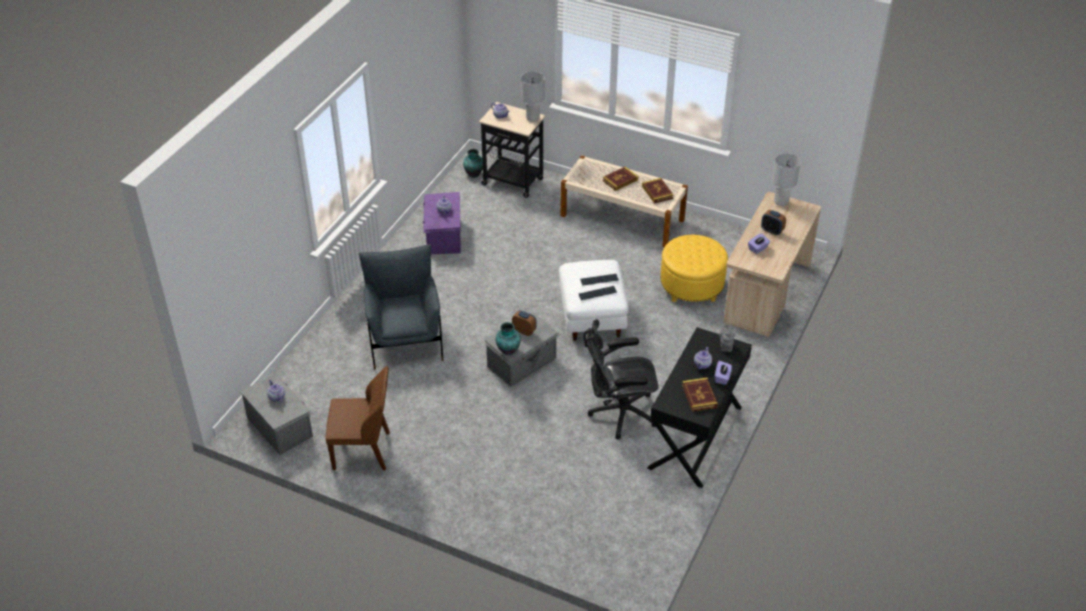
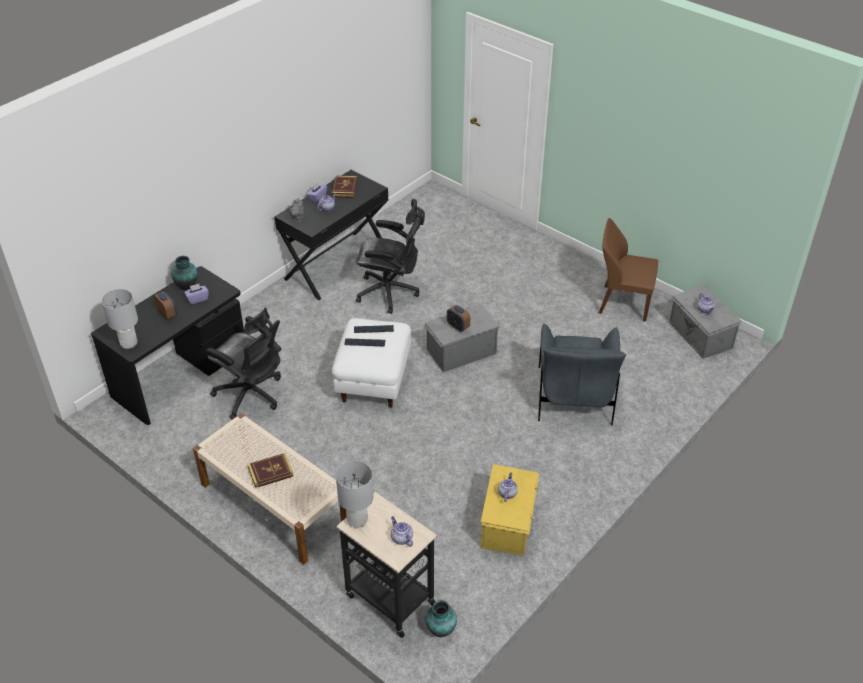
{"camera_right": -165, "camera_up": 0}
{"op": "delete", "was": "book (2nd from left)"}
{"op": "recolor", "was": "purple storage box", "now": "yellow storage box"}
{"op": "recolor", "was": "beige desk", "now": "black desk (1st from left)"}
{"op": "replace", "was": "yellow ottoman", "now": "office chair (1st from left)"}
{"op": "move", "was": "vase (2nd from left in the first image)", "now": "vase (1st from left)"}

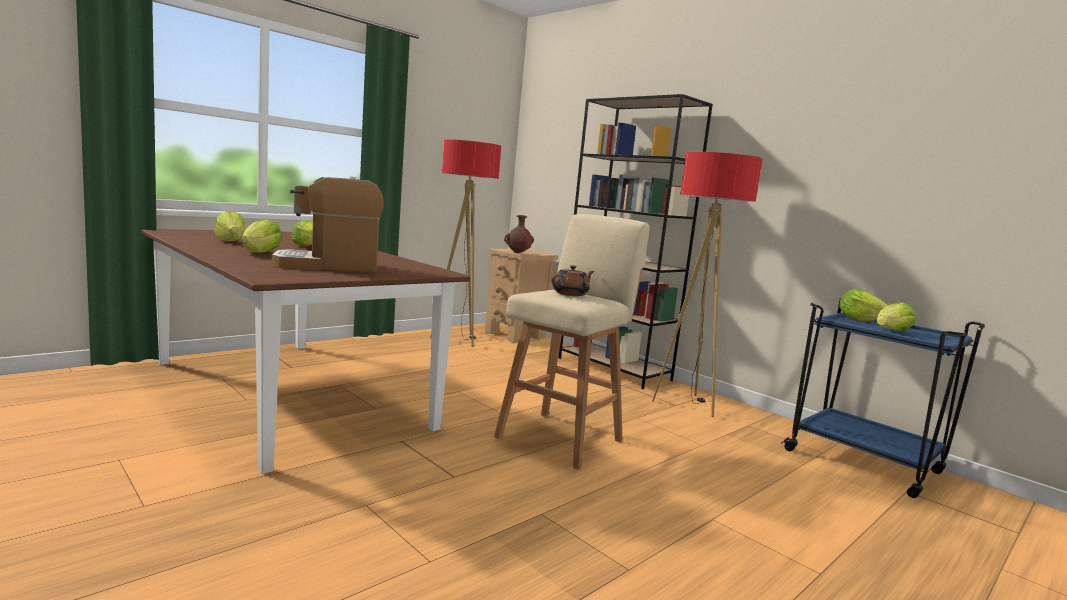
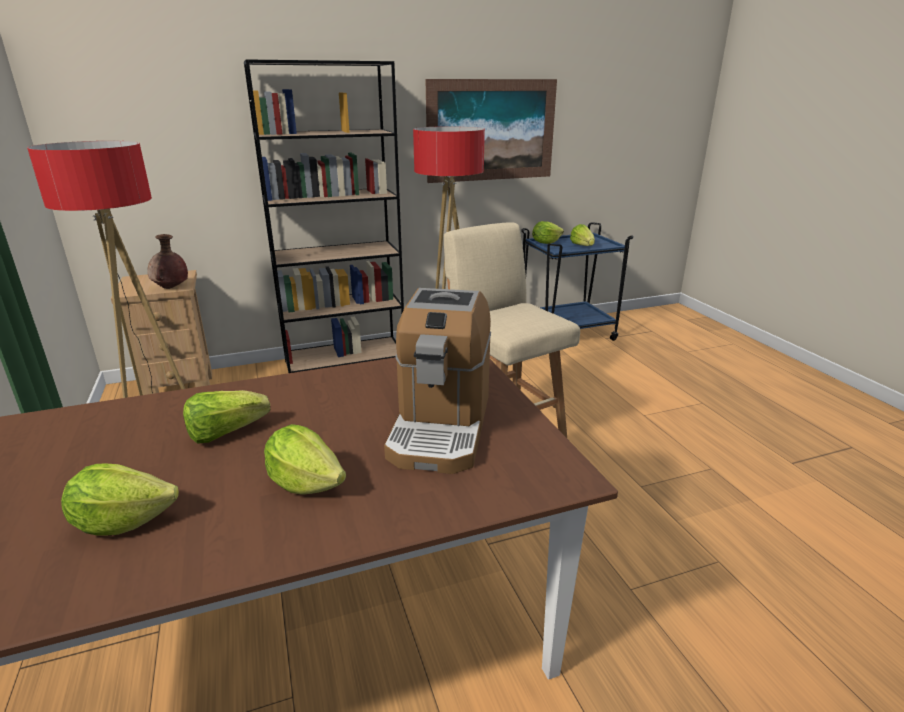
{"camera_right": -65, "camera_up": 15}
{"op": "delete", "was": "brown teapot"}
{"op": "insert", "now": "picture"}

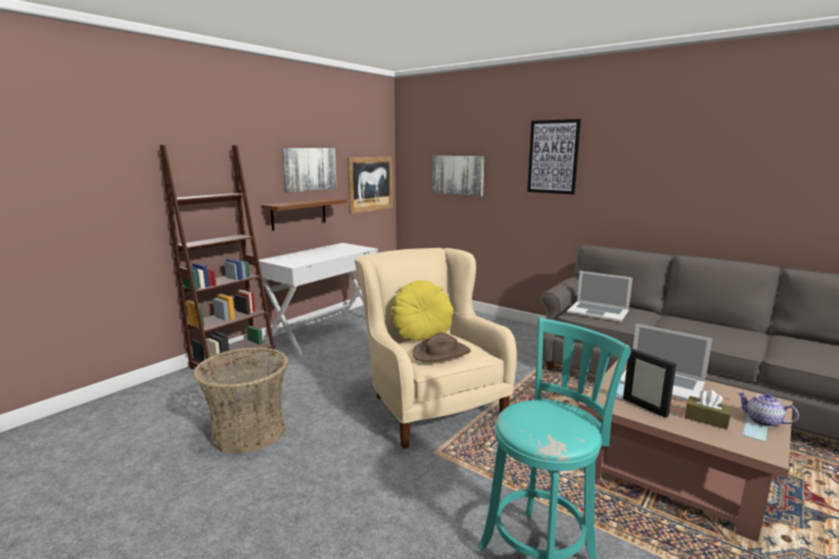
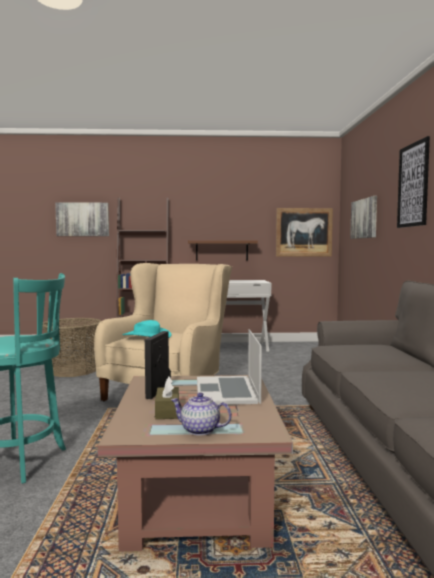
{"camera_right": 50, "camera_up": -10}
{"op": "move", "was": "picture (1st from left)"}
{"op": "delete", "was": "laptop (1st from left)"}
{"op": "delete", "was": "yellow pillow"}
{"op": "recolor", "was": "brown hat", "now": "turquoise hat"}
{"op": "rotate", "was": "teapot", "clockwise": -75}

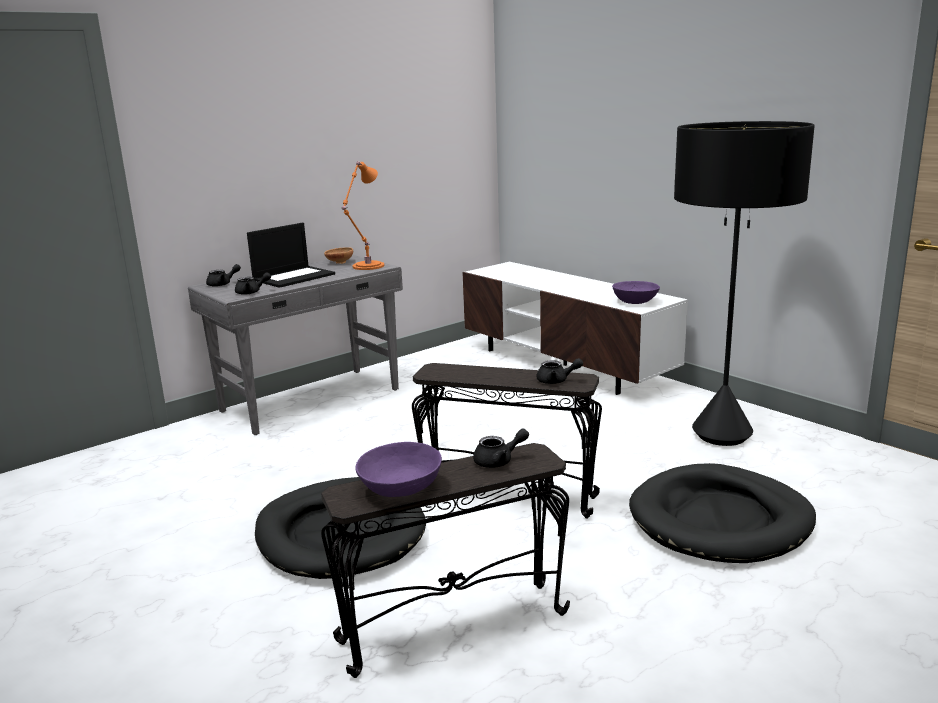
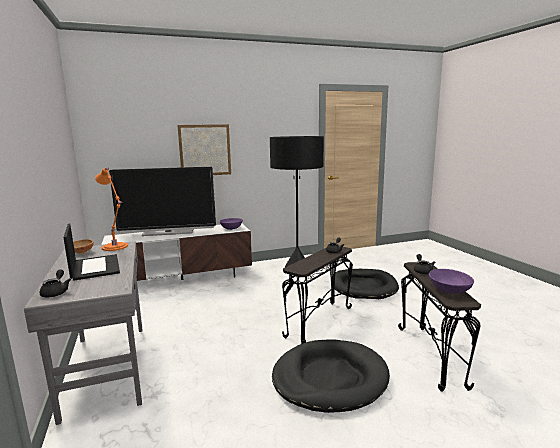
{"camera_right": -70, "camera_up": -5}
{"op": "delete", "was": "black teapot (2nd from left)"}
{"op": "insert", "now": "picture"}
{"op": "insert", "now": "television"}

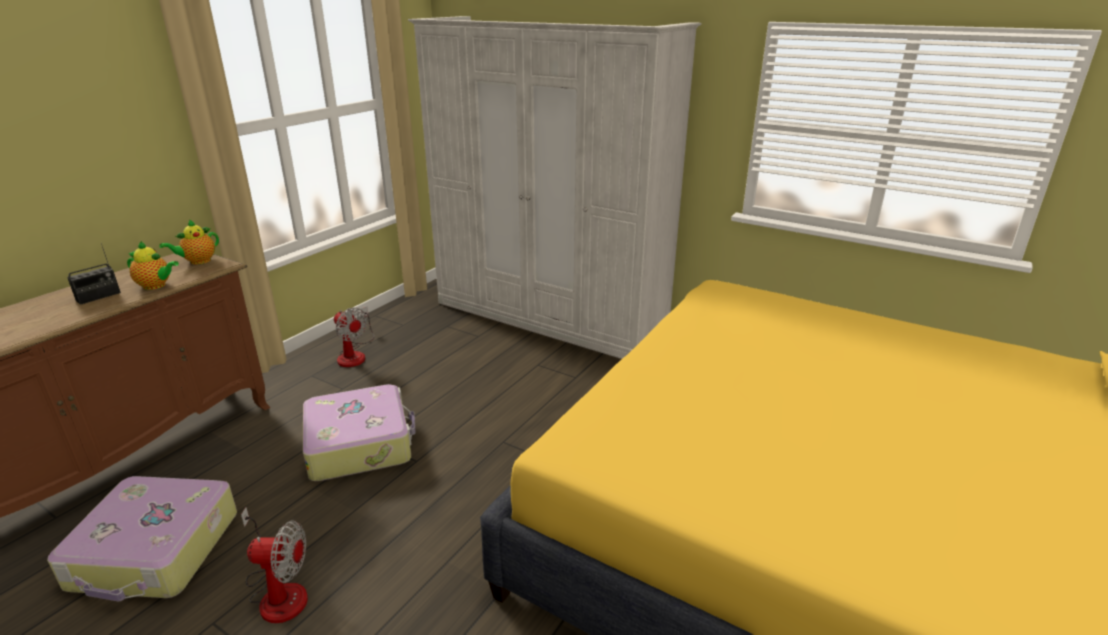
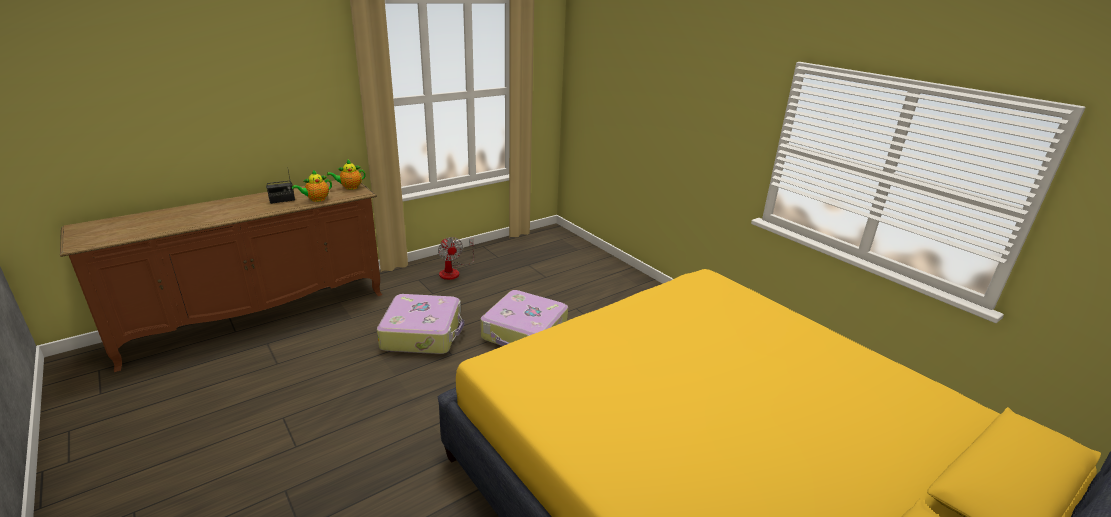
{"camera_right": 20, "camera_up": 0}
{"op": "delete", "was": "white wardrobe"}
{"op": "rotate", "was": "teapot (1st from left)", "clockwise": 105}
{"op": "move", "was": "suitcase (1st from left in the first image)", "now": "suitcase (2nd from left)"}
{"op": "delete", "was": "fan (1st from left)"}

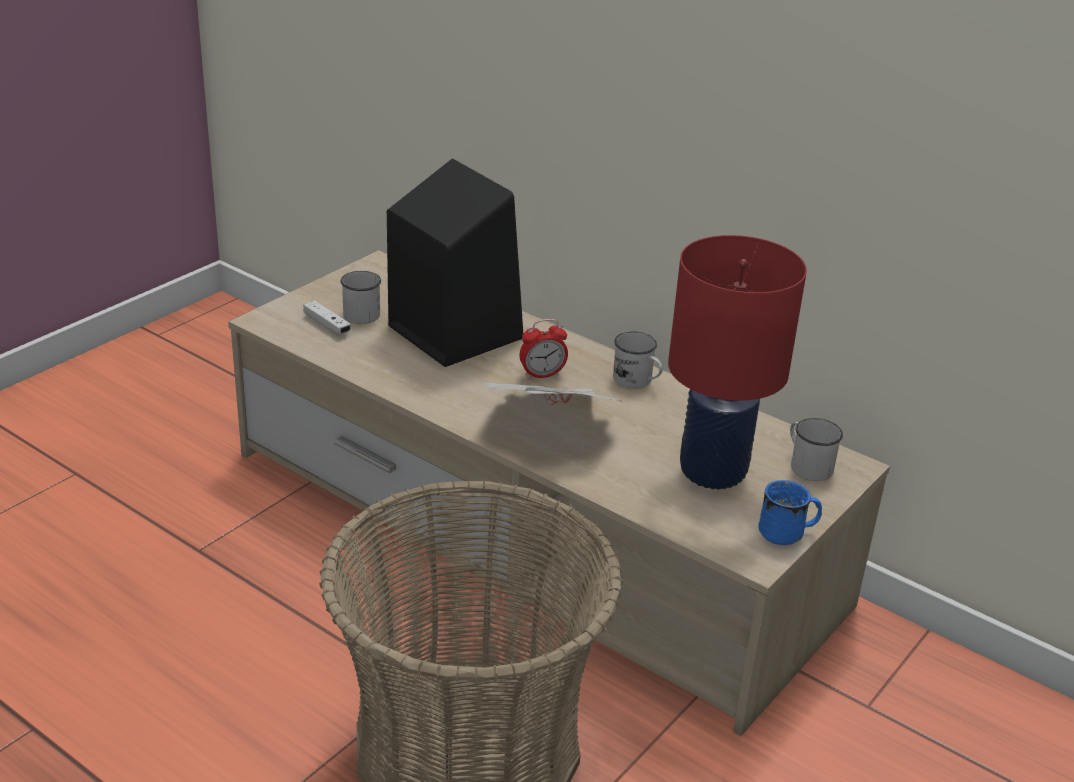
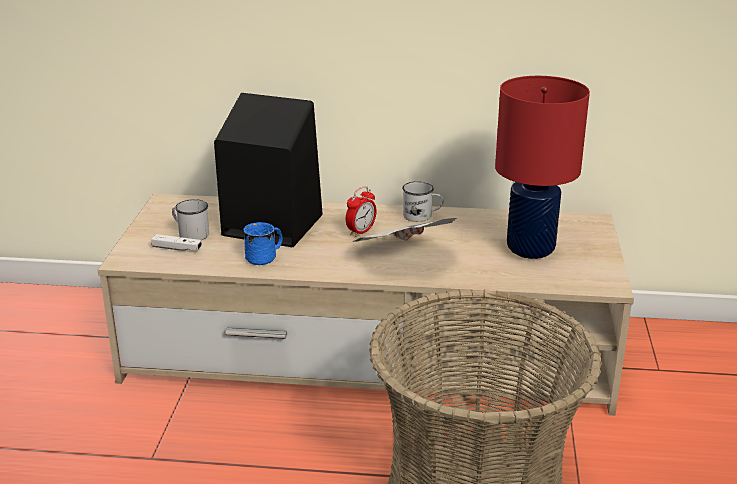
{"camera_right": -30, "camera_up": -5}
{"op": "delete", "was": "white mug (3rd from left)"}
{"op": "move", "was": "blue mug"}

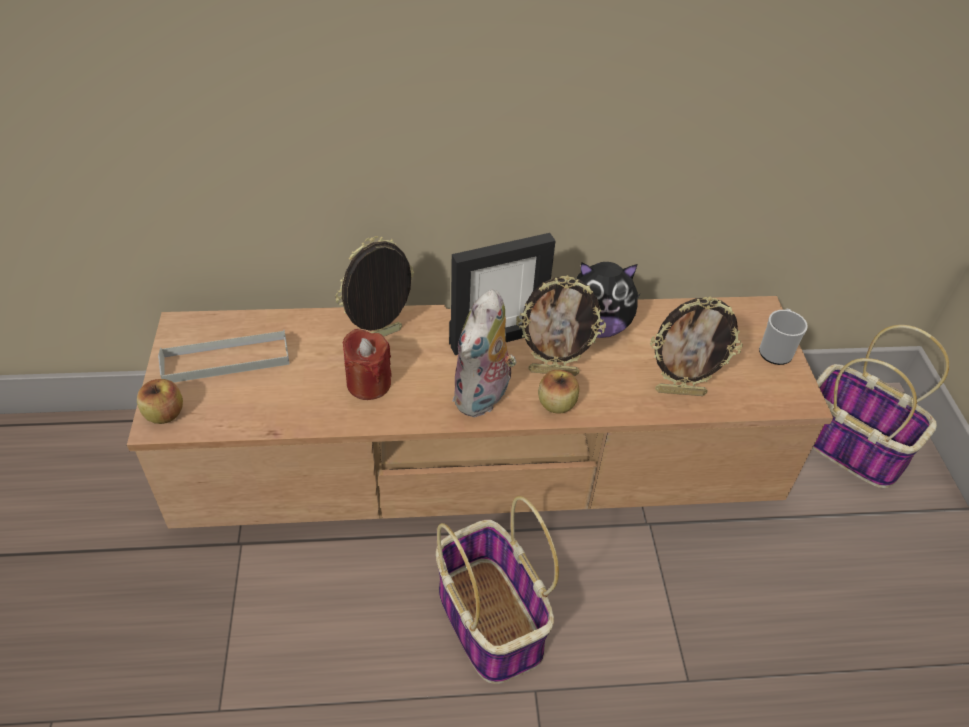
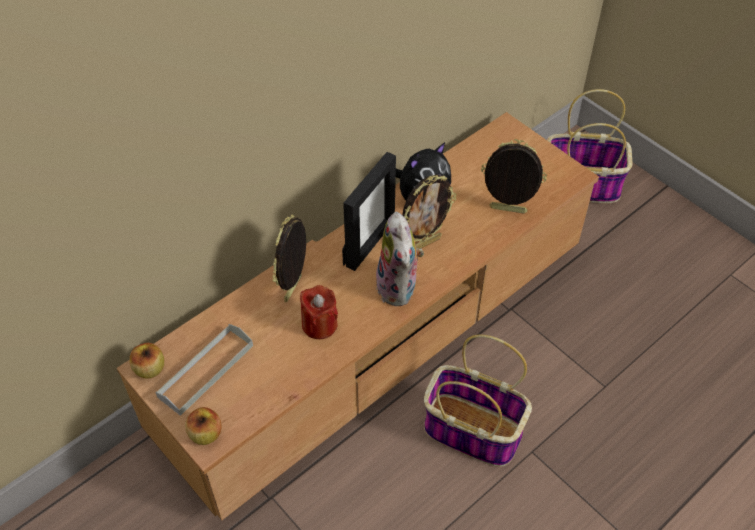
{"camera_right": -35, "camera_up": 5}
{"op": "rotate", "was": "picture frame (4th from left)", "clockwise": -135}
{"op": "delete", "was": "mug"}
{"op": "move", "was": "apple (2nd from left in the first image)", "now": "apple (1st from left)"}

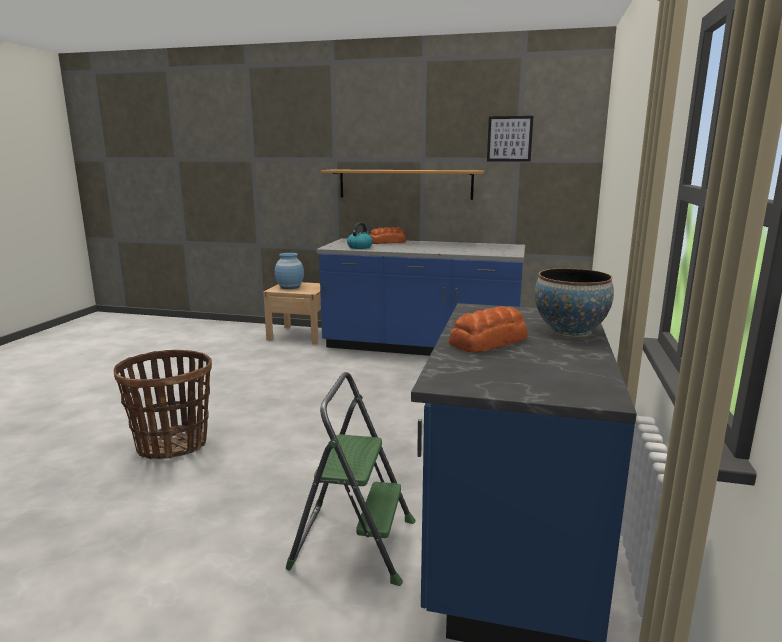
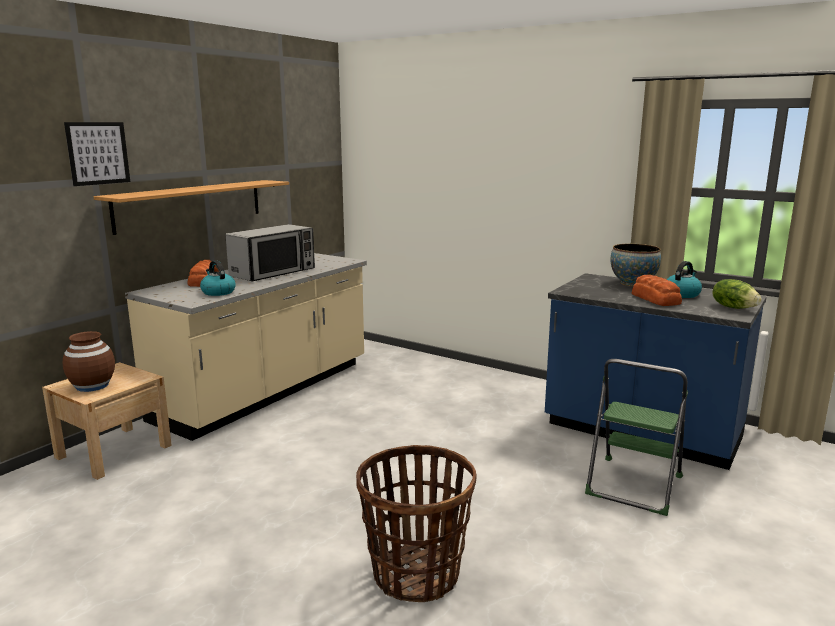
{"camera_right": -70, "camera_up": 0}
{"op": "move", "was": "picture"}
{"op": "recolor", "was": "blue counter (1st from left)", "now": "beige counter"}
{"op": "recolor", "was": "blue vase", "now": "brown vase"}
{"op": "insert", "now": "microwave"}
{"op": "insert", "now": "kettle (2nd from left)"}
{"op": "insert", "now": "lettuce"}

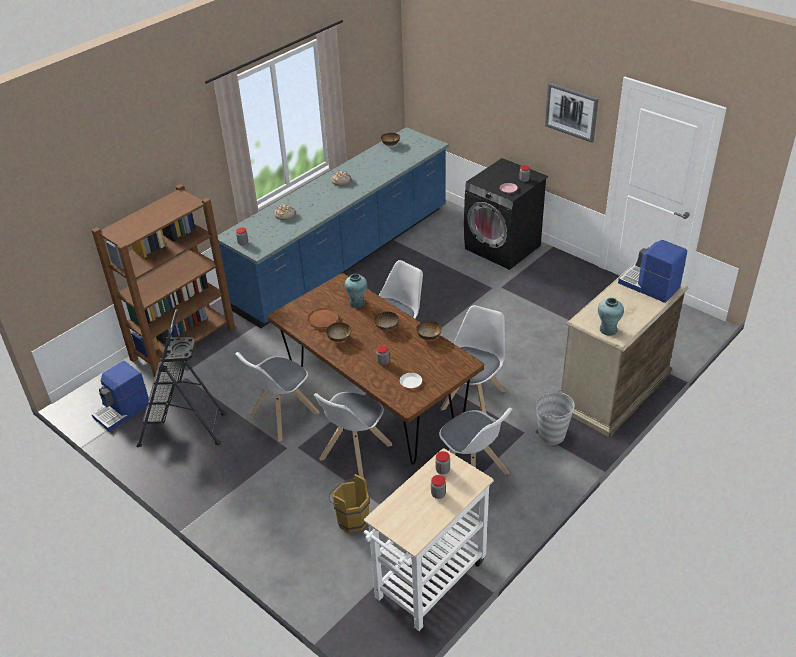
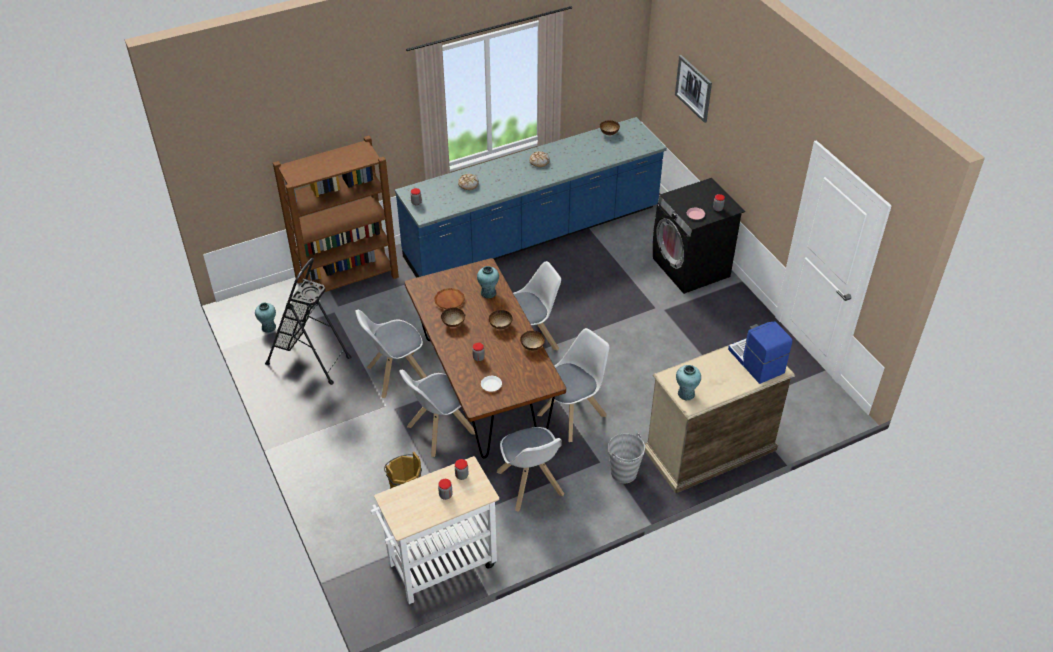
{"camera_right": 20, "camera_up": 5}
{"op": "move", "was": "picture"}
{"op": "replace", "was": "coffee machine (1st from left)", "now": "turquoise vase (1st from left)"}

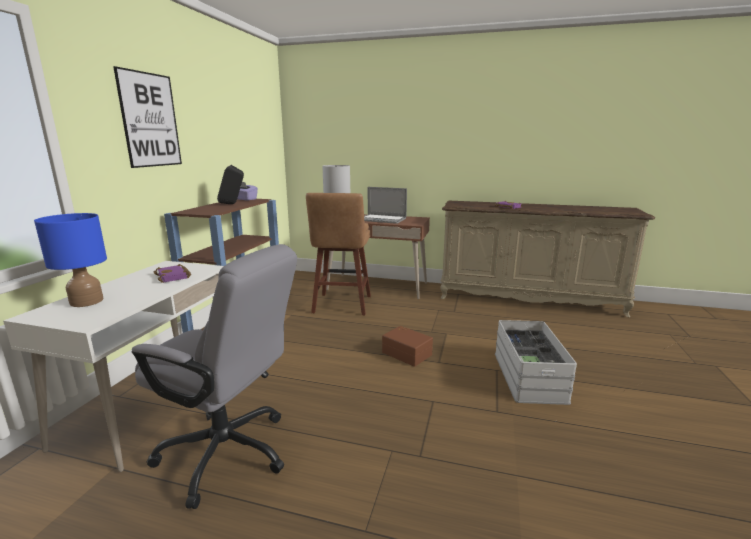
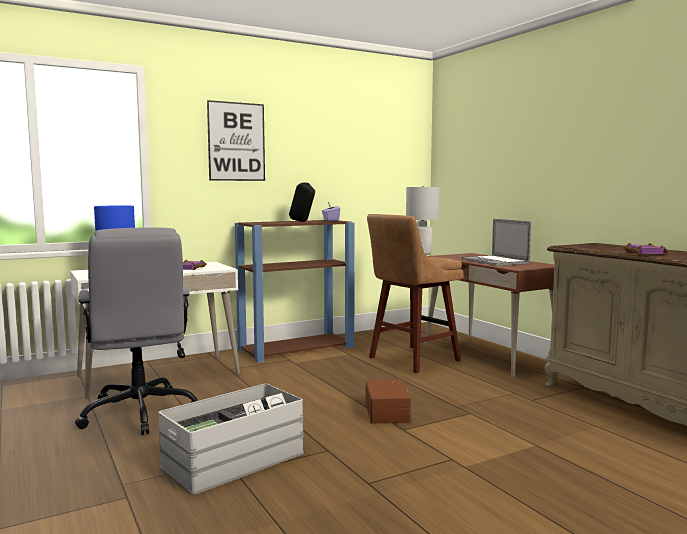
{"camera_right": 45, "camera_up": -10}
{"op": "move", "was": "grey storage box"}

